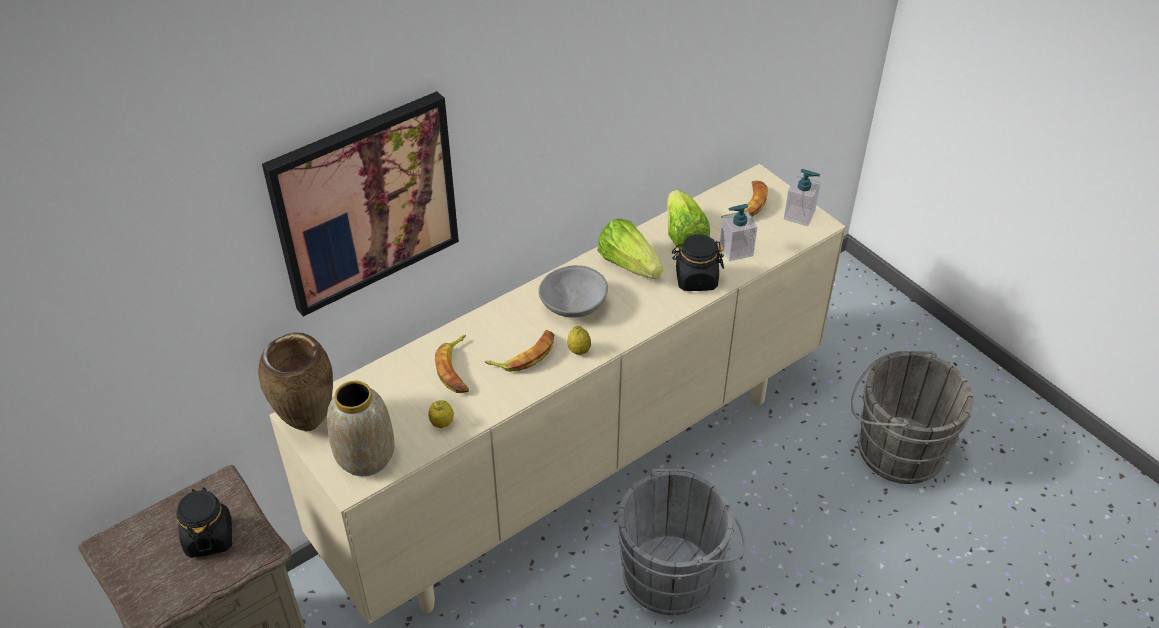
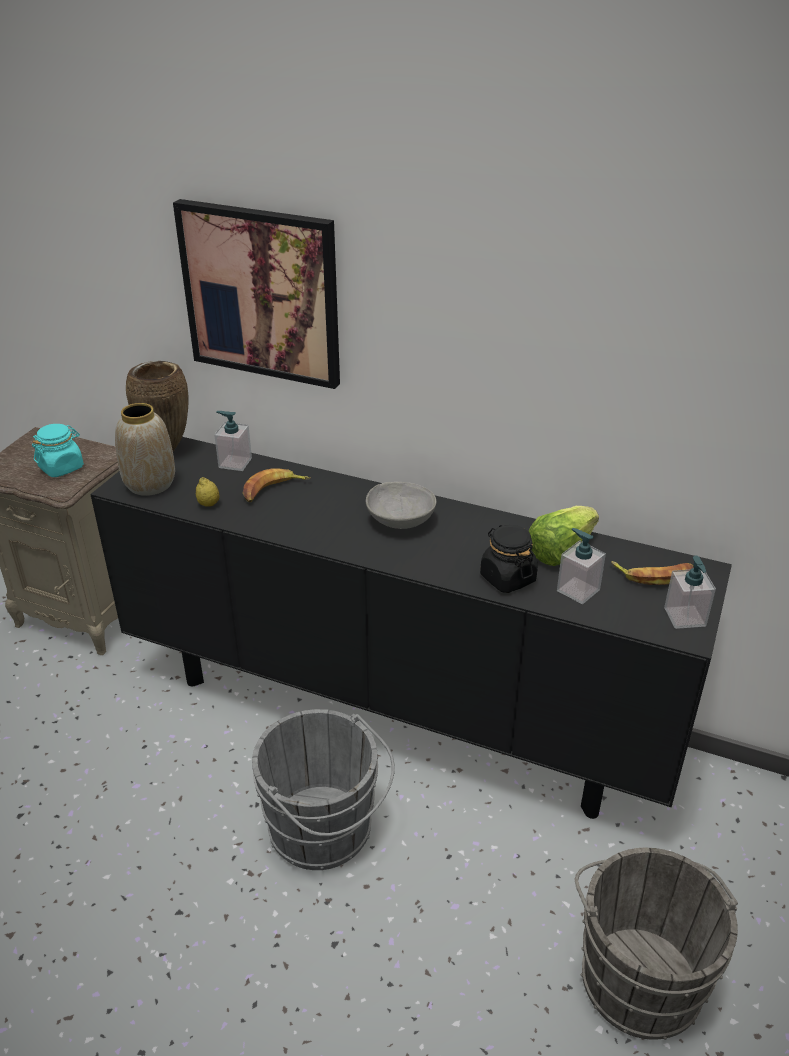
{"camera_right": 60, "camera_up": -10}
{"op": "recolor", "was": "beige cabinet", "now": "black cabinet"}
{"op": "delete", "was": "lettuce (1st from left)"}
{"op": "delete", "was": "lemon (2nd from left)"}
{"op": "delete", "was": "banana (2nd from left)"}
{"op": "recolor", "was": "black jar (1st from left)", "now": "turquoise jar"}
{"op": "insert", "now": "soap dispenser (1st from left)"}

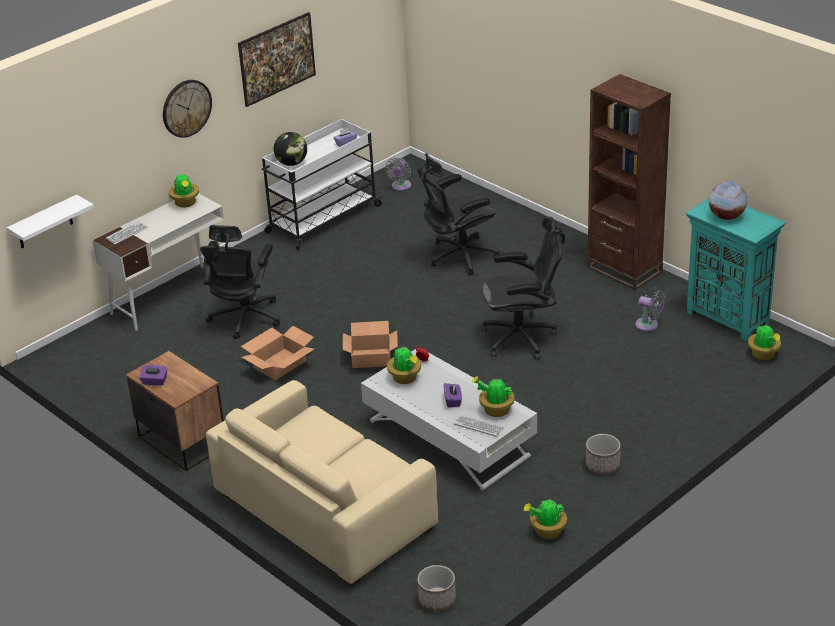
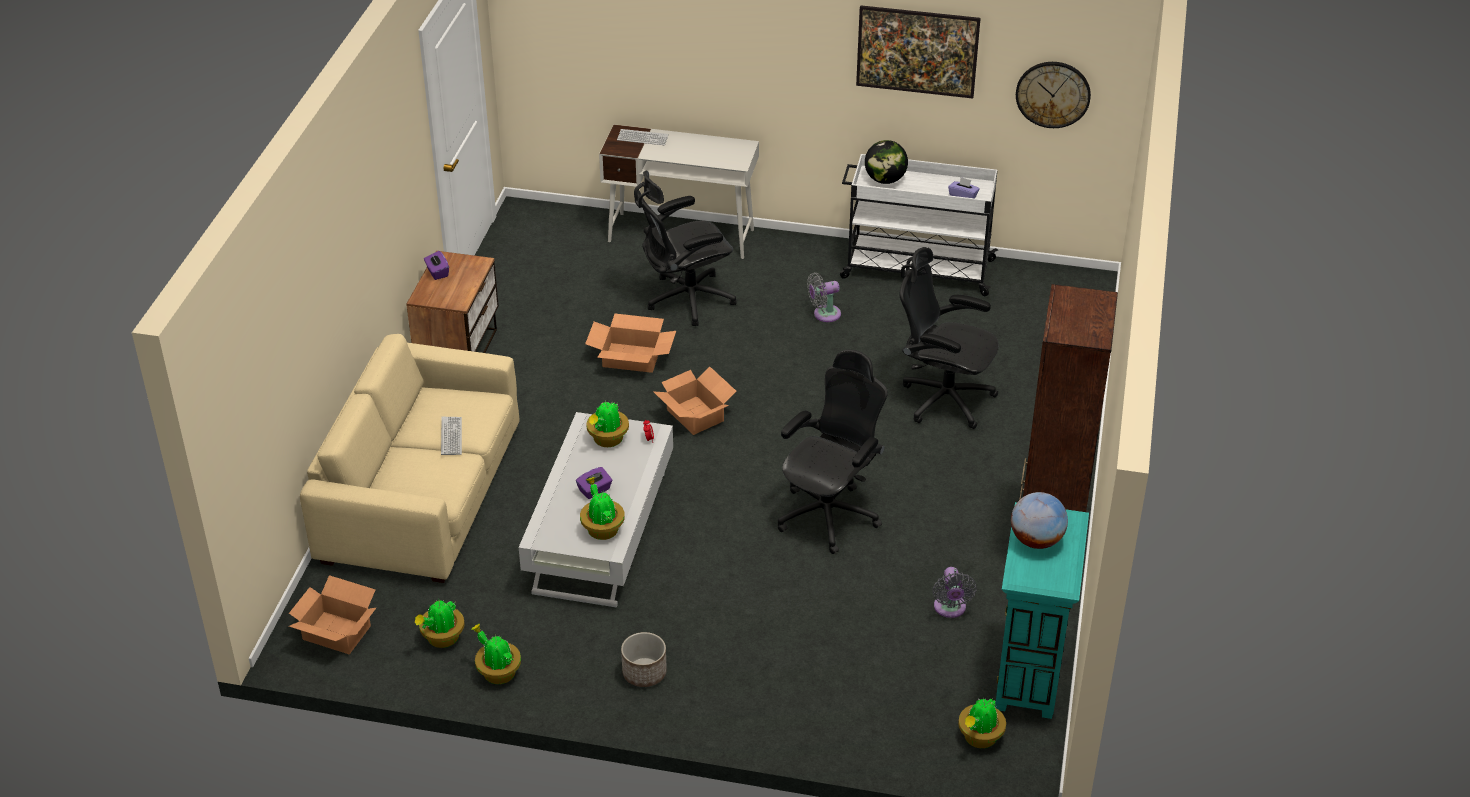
{"camera_right": 55, "camera_up": 5}
{"op": "move", "was": "wall clock"}
{"op": "move", "was": "grey fan (1st from left)"}
{"op": "move", "was": "potted plant (1st from left)"}
{"op": "delete", "was": "white shelf"}
{"op": "rotate", "was": "office chair (3rd from left in the first image)", "clockwise": -105}
{"op": "move", "was": "keyboard (2nd from left in the first image)", "now": "keyboard (1st from left)"}
{"op": "replace", "was": "planter (1st from left)", "now": "cardboard box (1st from left)"}

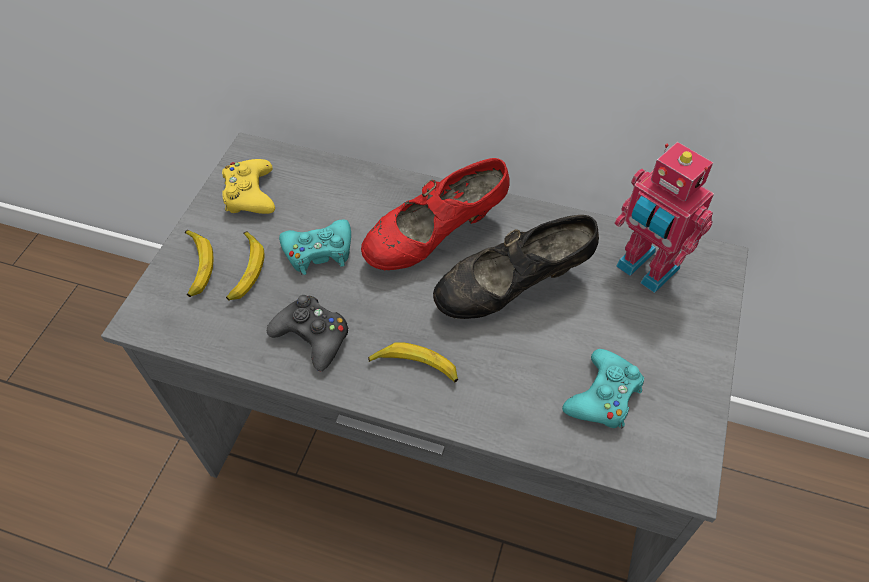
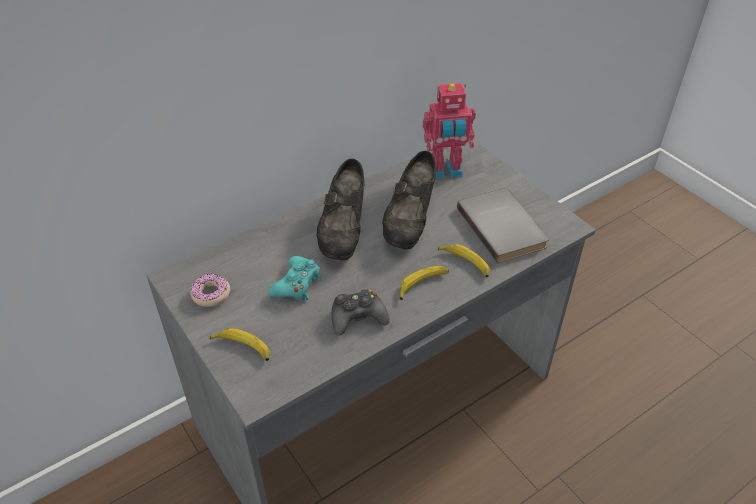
{"camera_right": -55, "camera_up": -10}
{"op": "recolor", "was": "red shoe", "now": "black shoe (1st from left)"}
{"op": "replace", "was": "yellow game controller", "now": "donut"}
{"op": "move", "was": "banana (2nd from left in the first image)", "now": "banana (3rd from left)"}
{"op": "replace", "was": "turquoise game controller (2nd from left)", "now": "grey book"}

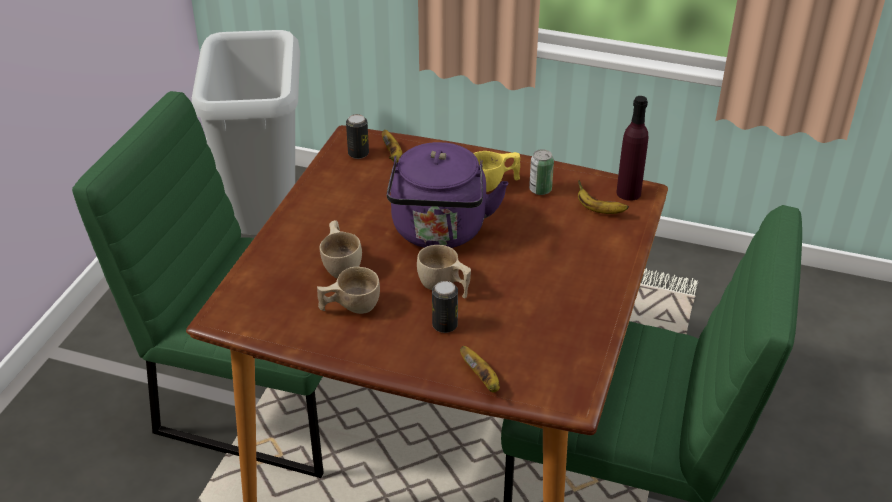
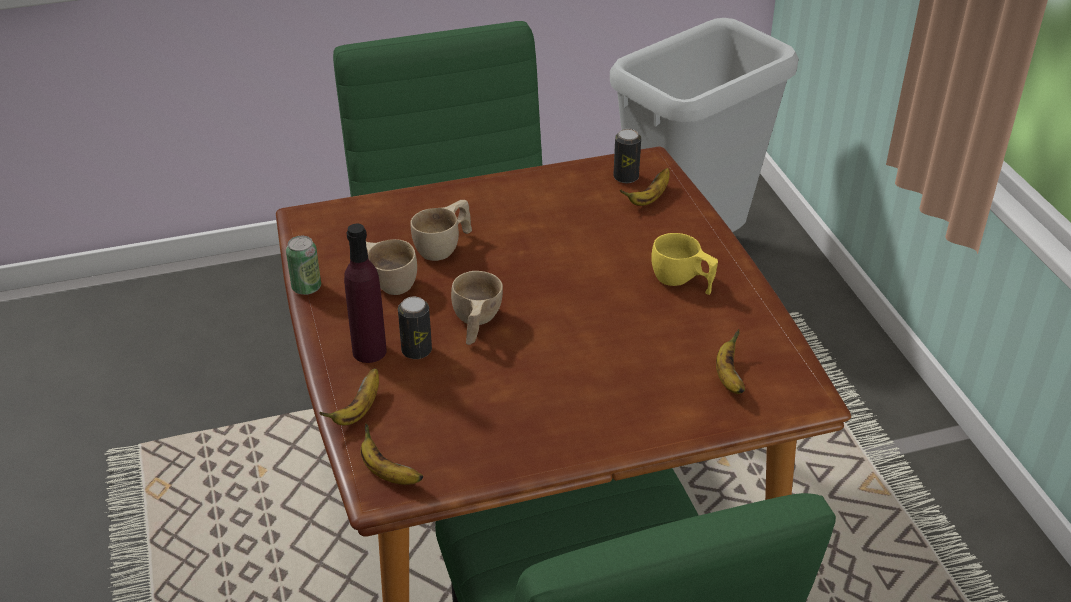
{"camera_right": 55, "camera_up": 0}
{"op": "move", "was": "purple bottle"}
{"op": "delete", "was": "purple kettle"}
{"op": "move", "was": "can (3rd from left in the first image)", "now": "can (1st from left)"}
{"op": "insert", "now": "banana (2nd from left)"}

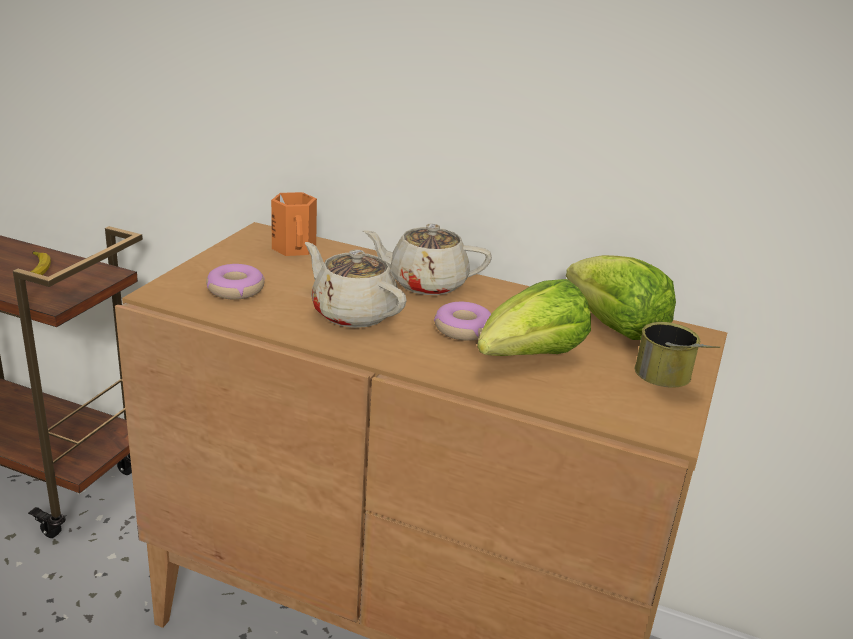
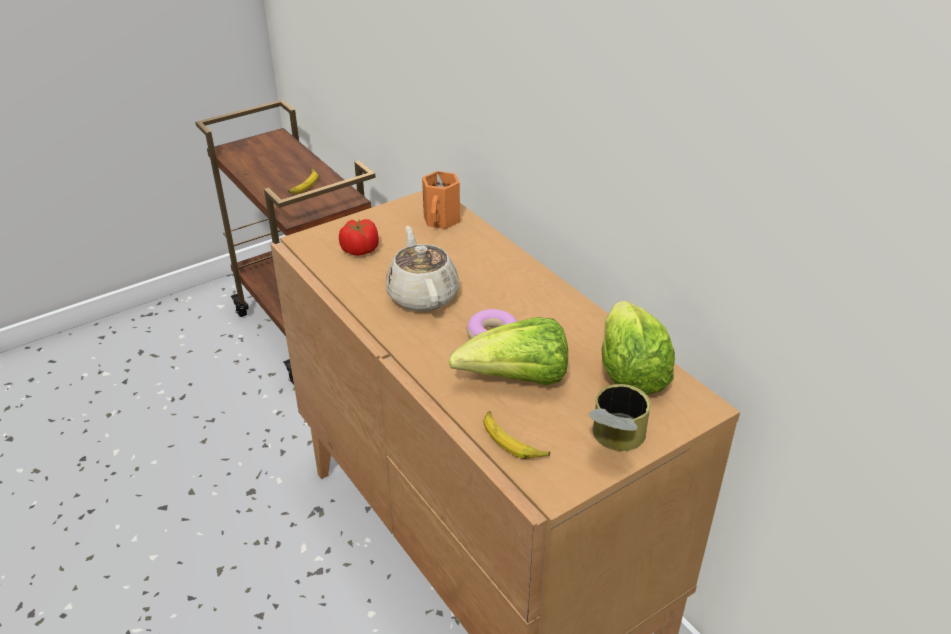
{"camera_right": 35, "camera_up": 10}
{"op": "delete", "was": "beige teapot (2nd from left)"}
{"op": "replace", "was": "donut (1st from left)", "now": "tomato"}
{"op": "insert", "now": "banana (2nd from left)"}

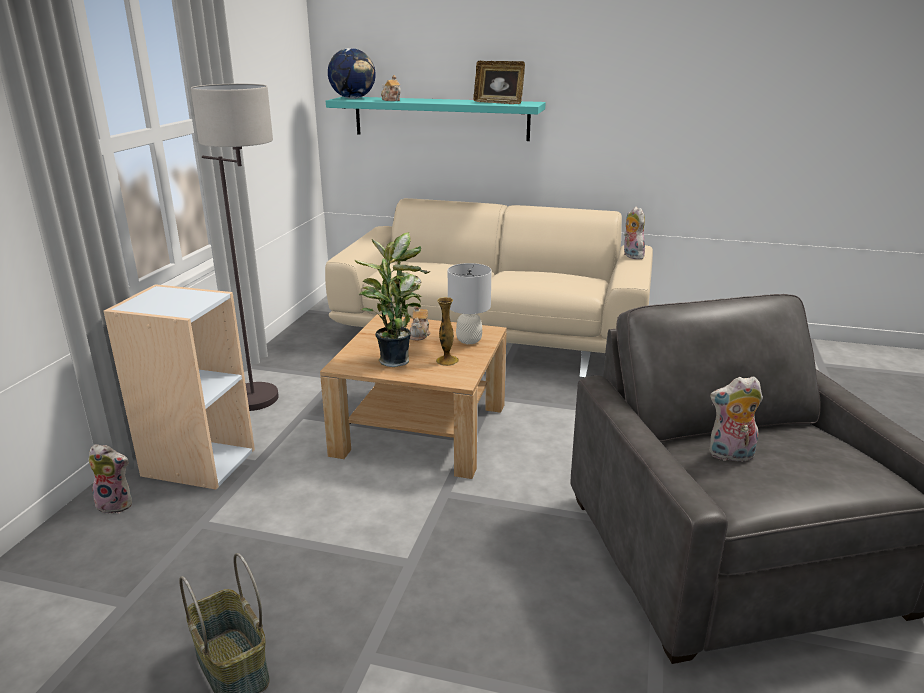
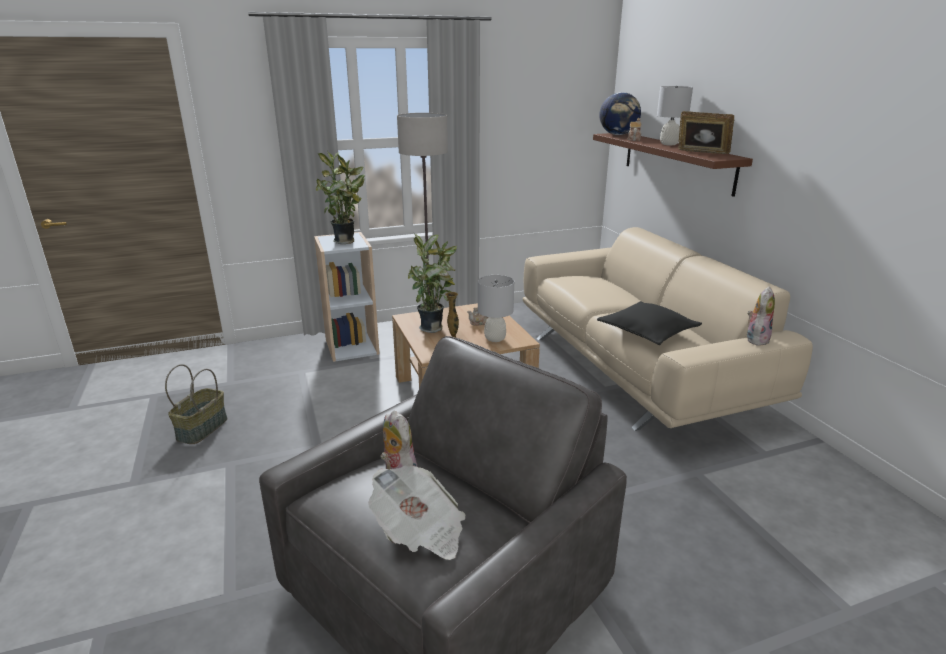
{"camera_right": 55, "camera_up": 0}
{"op": "rotate", "was": "picture frame", "clockwise": 135}
{"op": "recolor", "was": "turquoise shelf", "now": "brown shelf"}
{"op": "delete", "was": "plush toy (1st from left)"}
{"op": "insert", "now": "grey table lamp (2nd from left)"}
{"op": "insert", "now": "potted plant (1st from left)"}
{"op": "insert", "now": "black pillow"}
{"op": "insert", "now": "newspaper"}

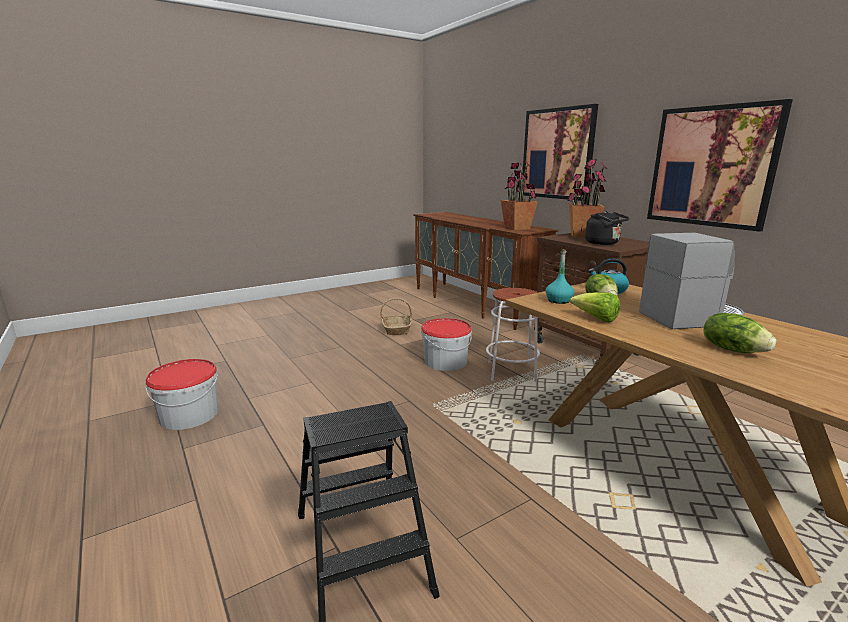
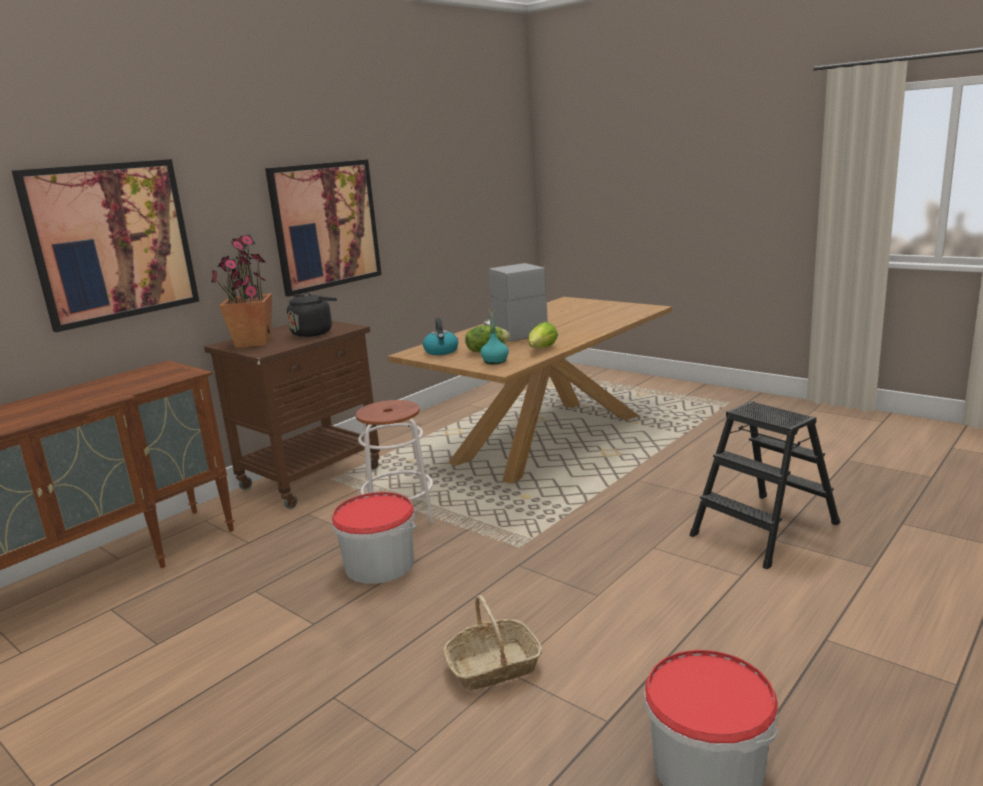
{"camera_right": -105, "camera_up": 0}
{"op": "delete", "was": "potted plant (1st from left)"}
{"op": "move", "was": "basket"}
{"op": "delete", "was": "lettuce (3rd from left)"}

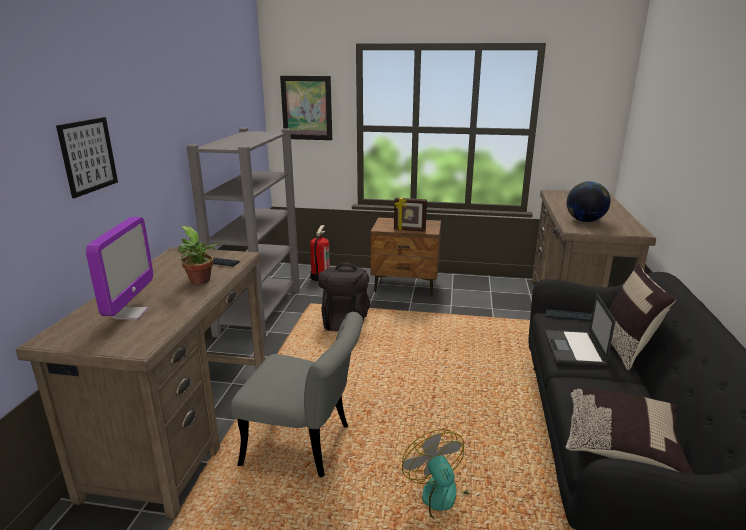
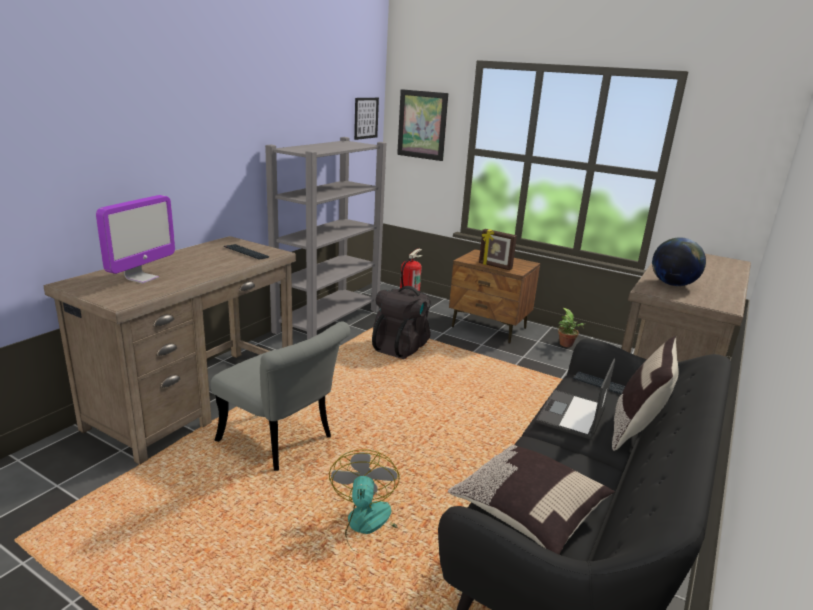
{"camera_right": 20, "camera_up": 0}
{"op": "move", "was": "picture (1st from left)"}
{"op": "move", "was": "potted plant"}

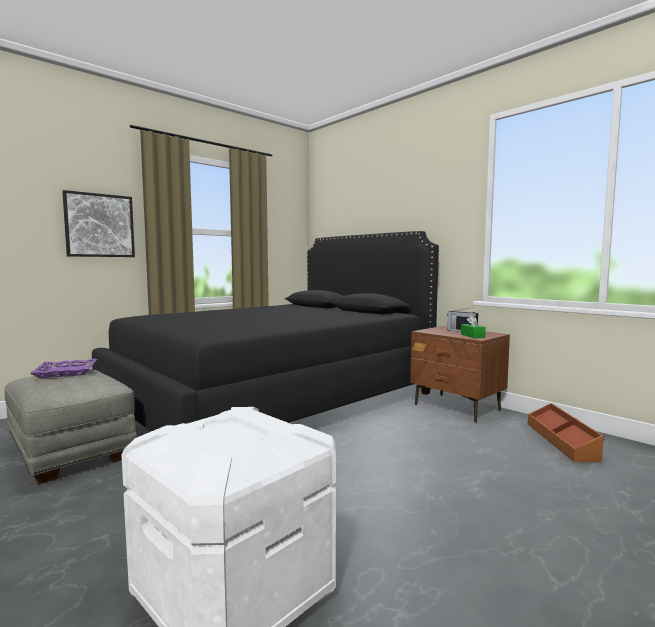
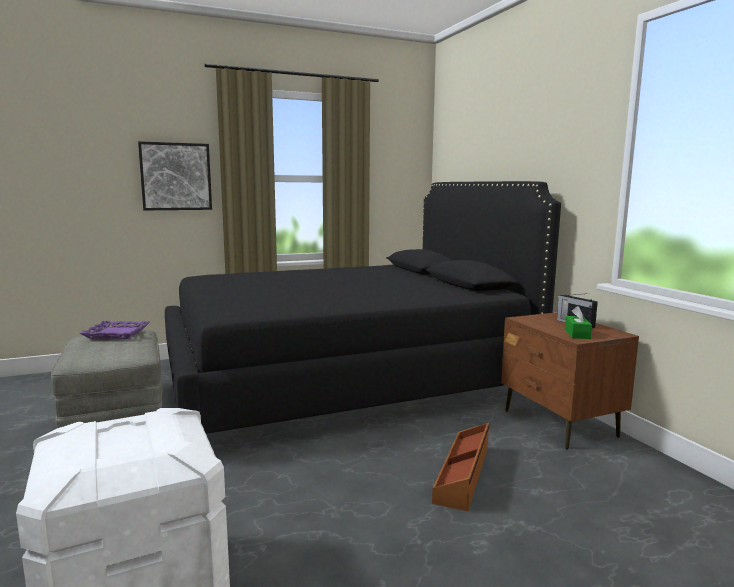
{"camera_right": 20, "camera_up": 5}
{"op": "move", "was": "brown storage box"}

